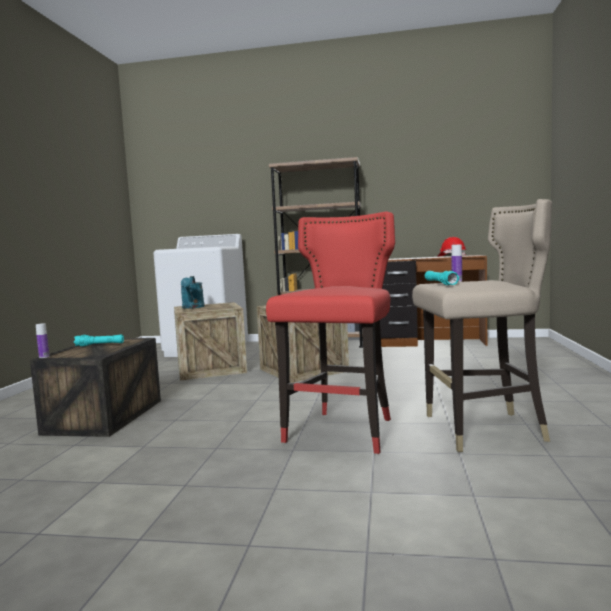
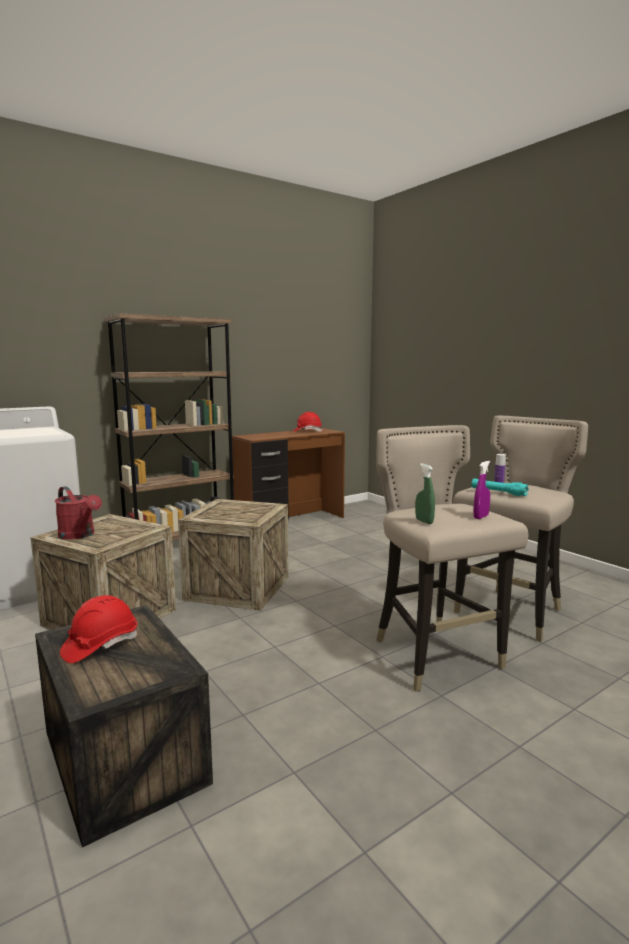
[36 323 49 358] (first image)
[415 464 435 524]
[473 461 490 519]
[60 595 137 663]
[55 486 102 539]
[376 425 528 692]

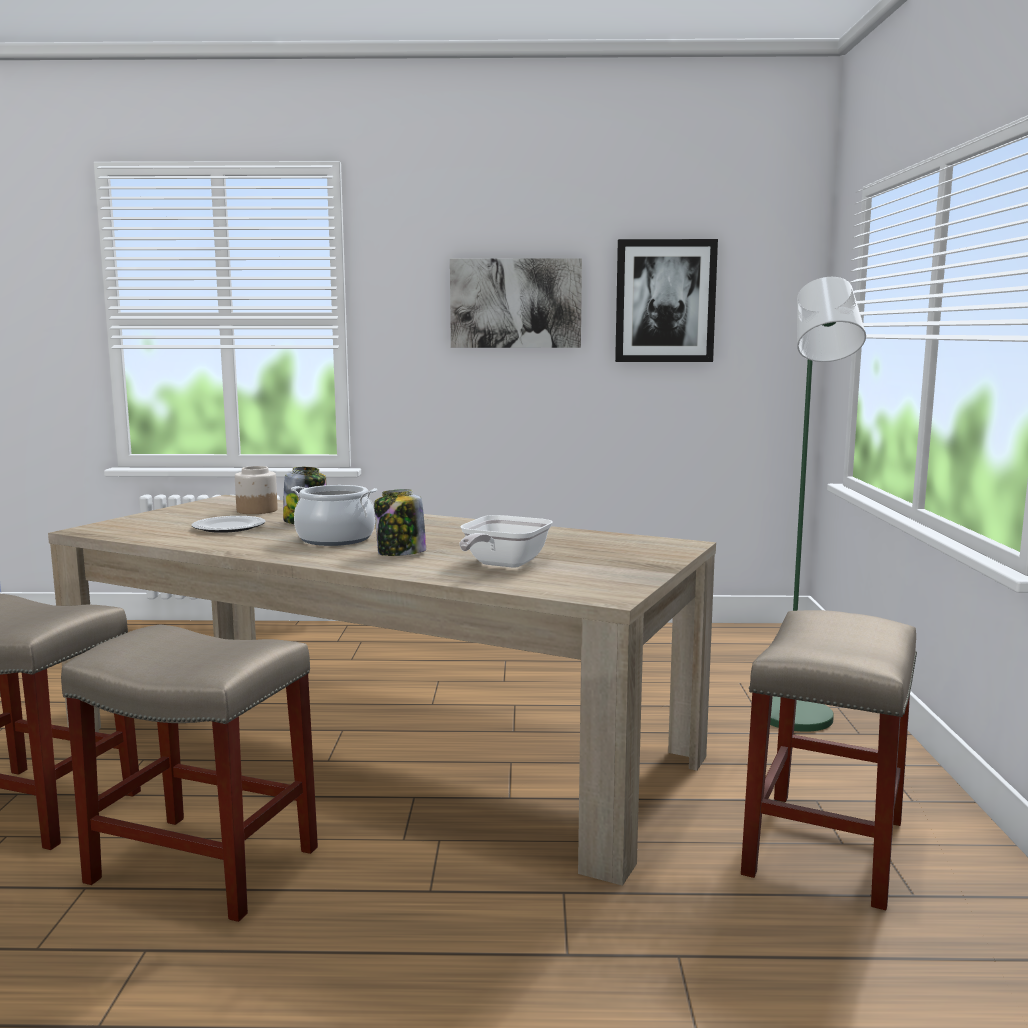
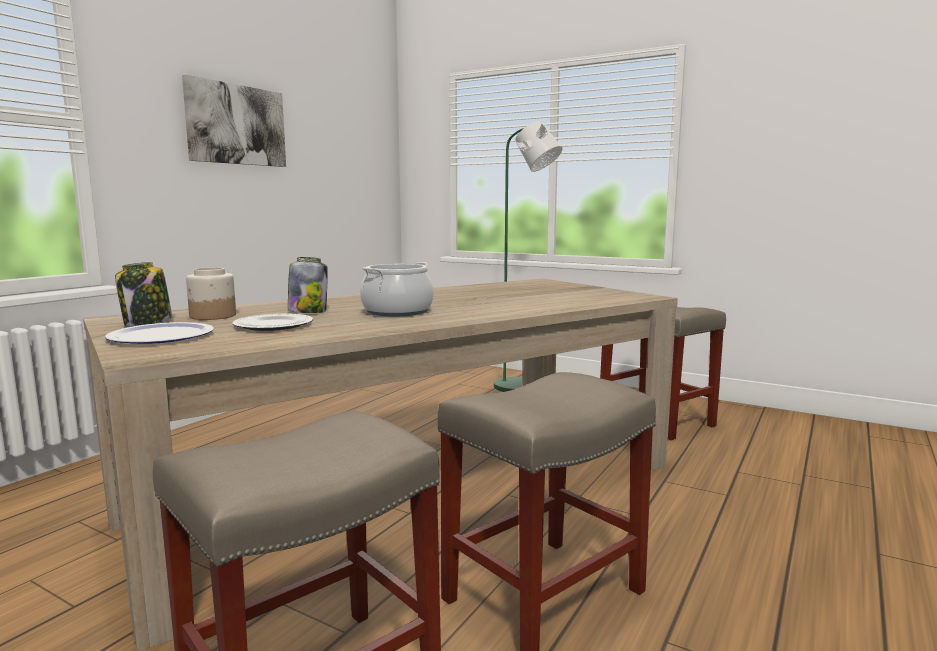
[460 515 553 568] (first image)
[615 239 718 362] (first image)
[105 322 214 344]
[115 262 172 327]

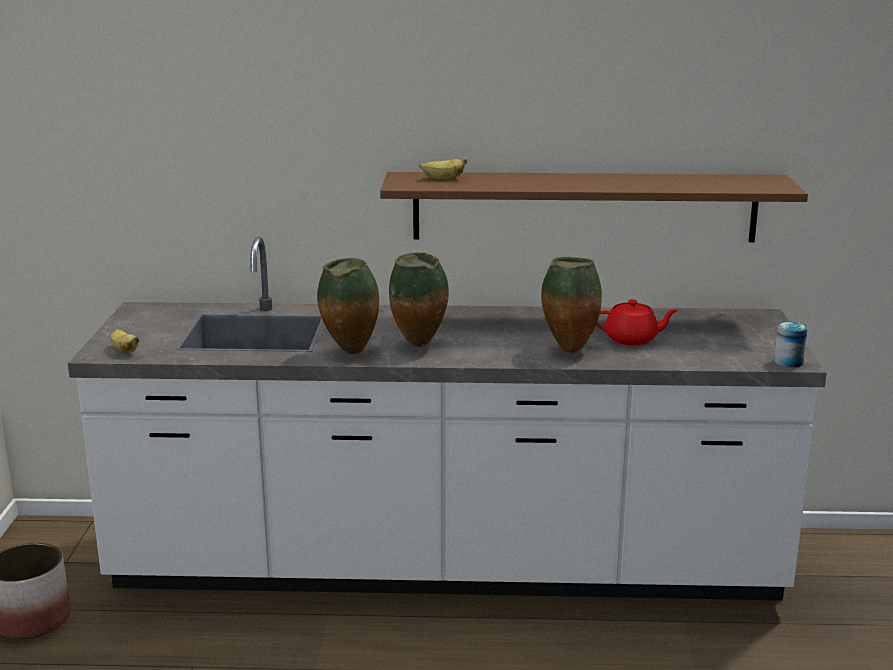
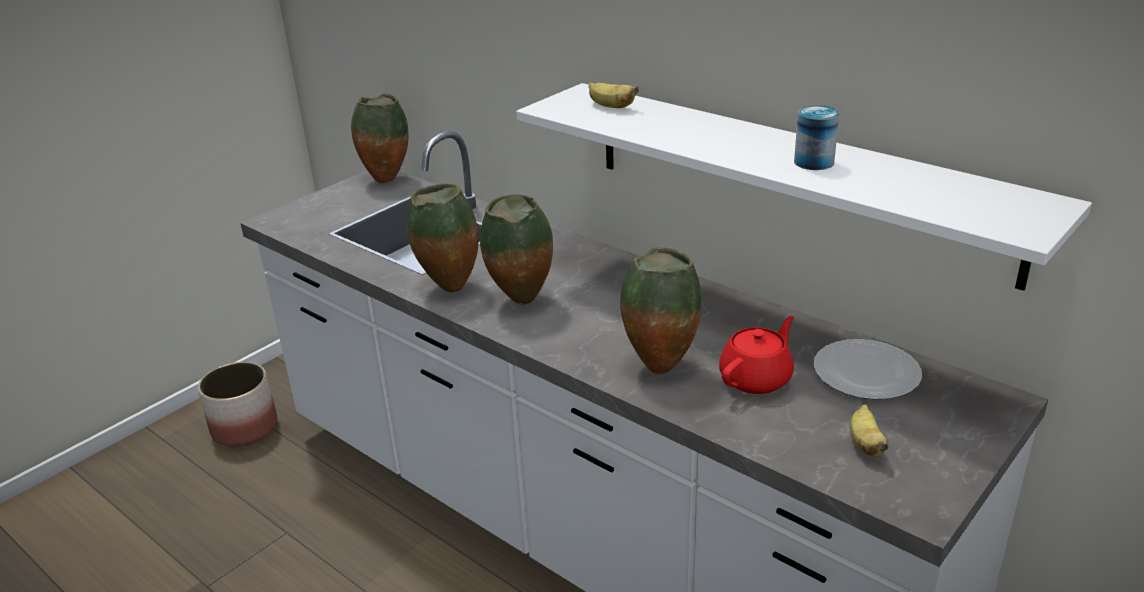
[351 93 408 183]
[814 339 922 400]
[850 404 889 457]
[794 106 839 170]
[516 83 1092 291]
[719 316 794 394]

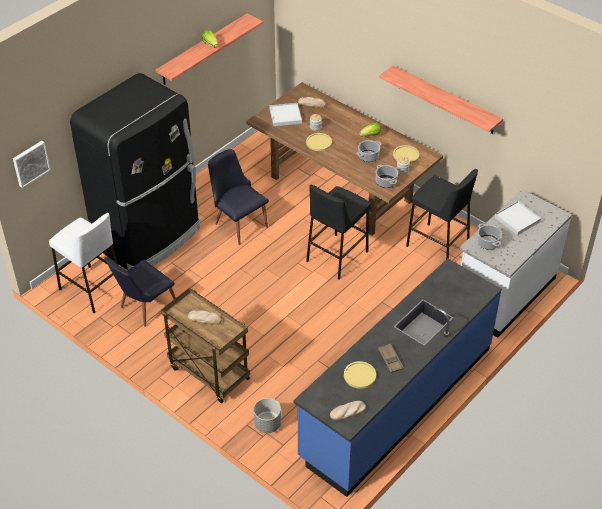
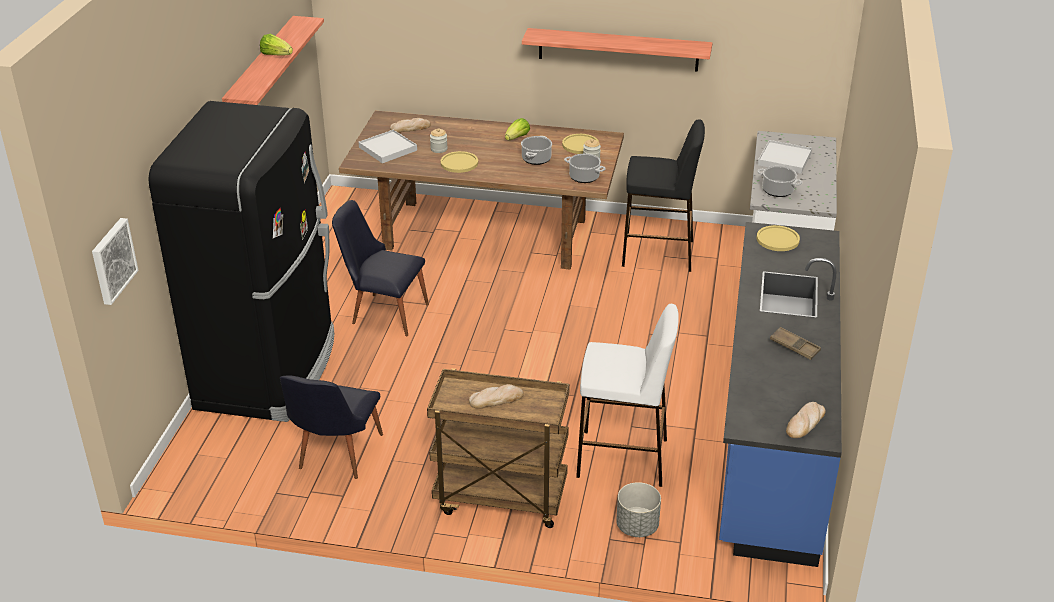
[306 185 371 280] (first image)
[576 304 679 487]
[757 225 800 251]

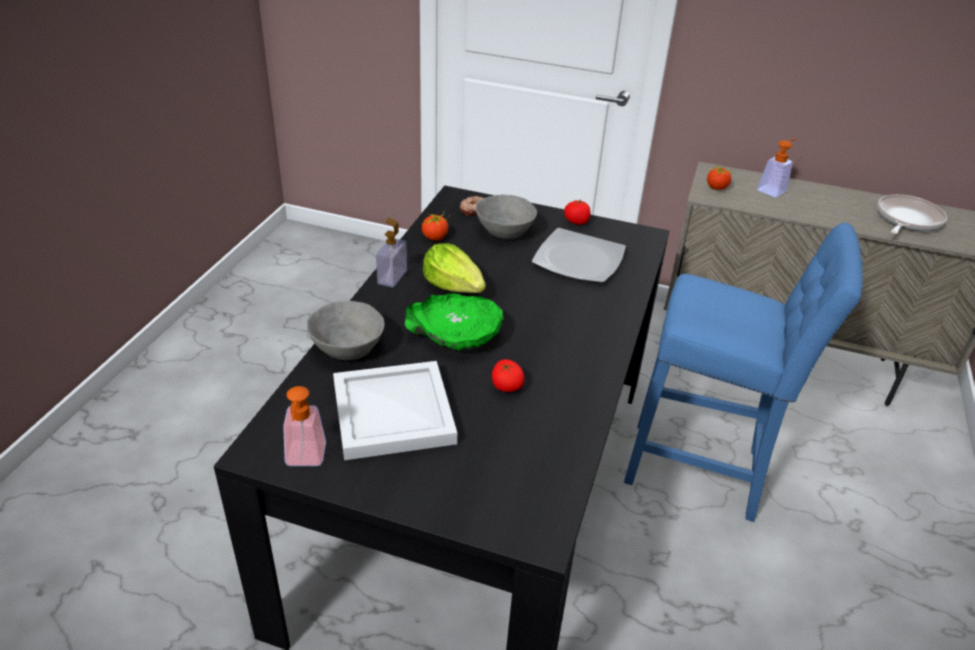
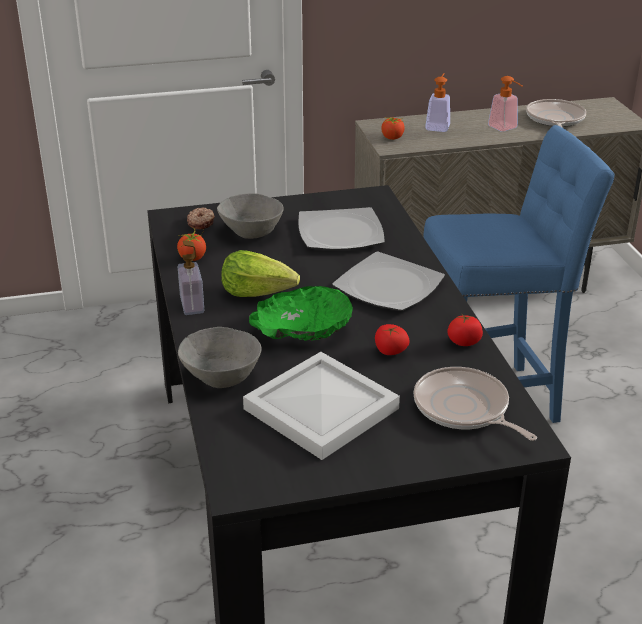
[332 252 445 311]
[414 367 537 441]
[488 76 523 132]
[447 313 483 346]

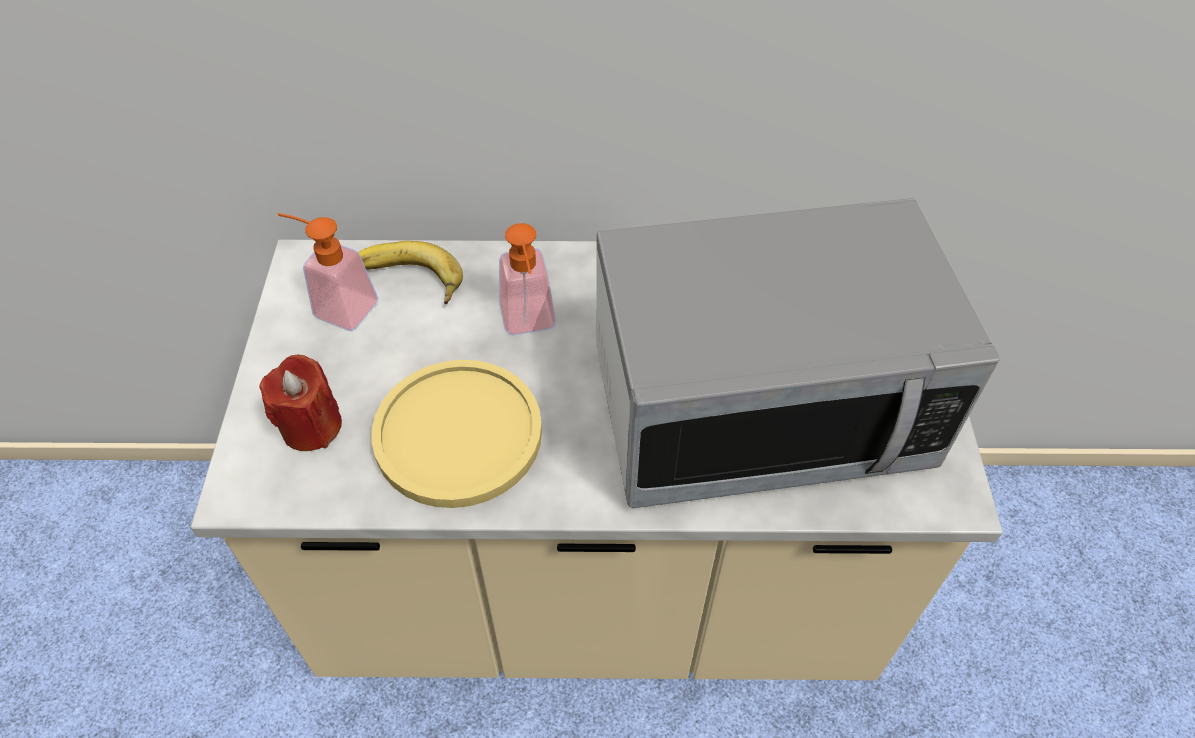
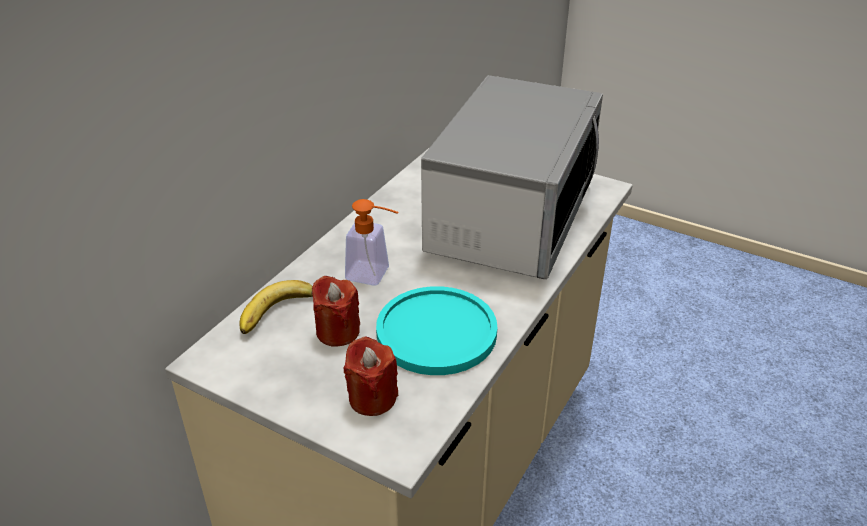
[278 213 378 331] (first image)
[312 276 360 347]
[376 286 497 375]

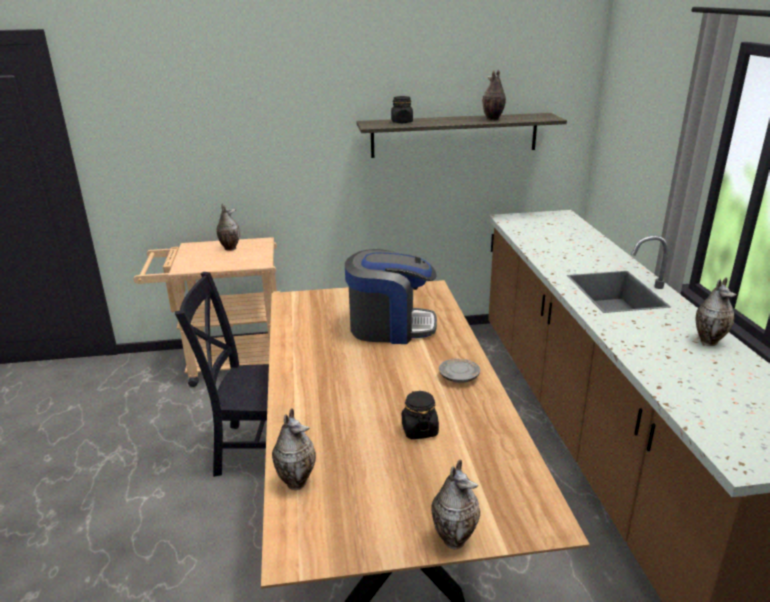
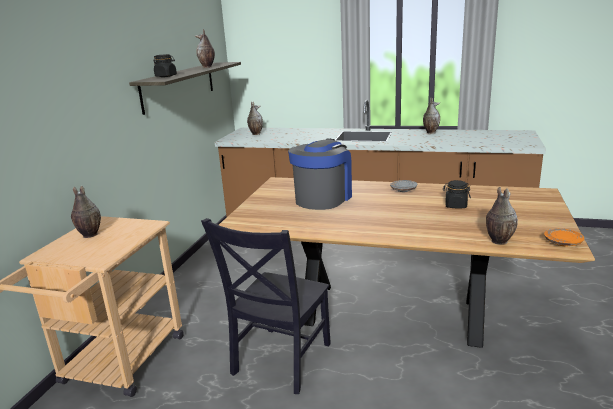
[544 228 584 247]
[247 102 263 135]

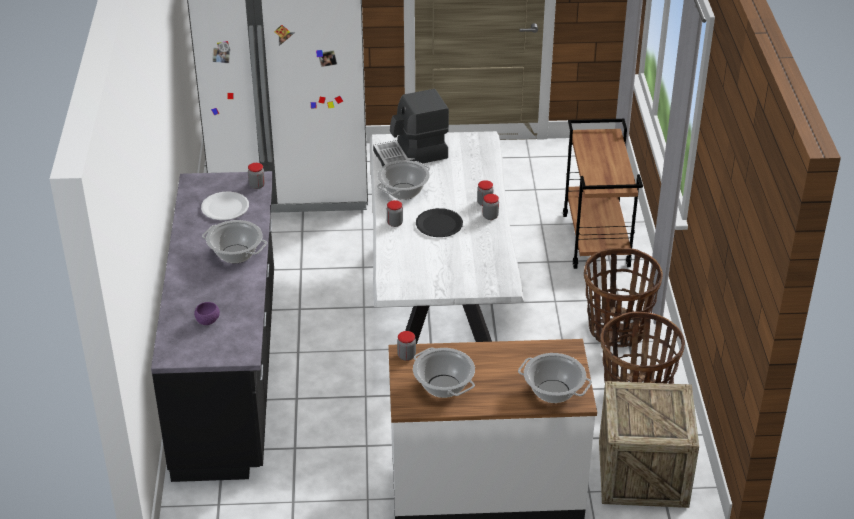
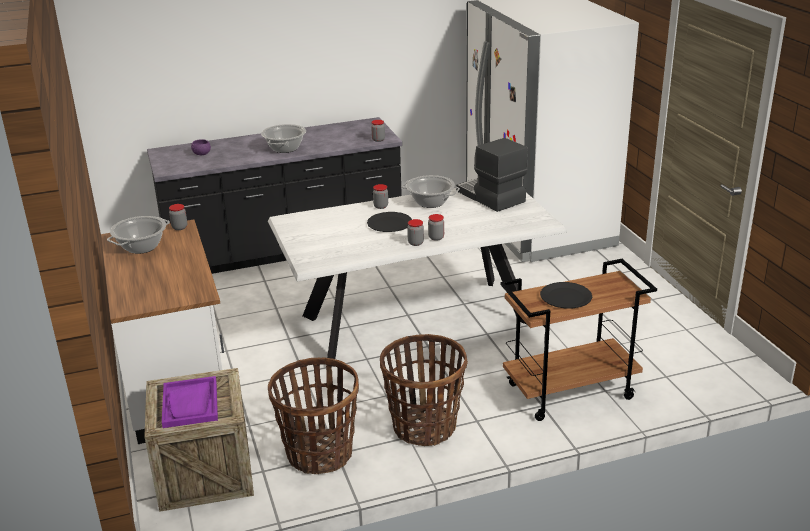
[201 191 249 220] (first image)
[518 353 592 403] (first image)
[162 376 218 428]
[540 282 592 308]

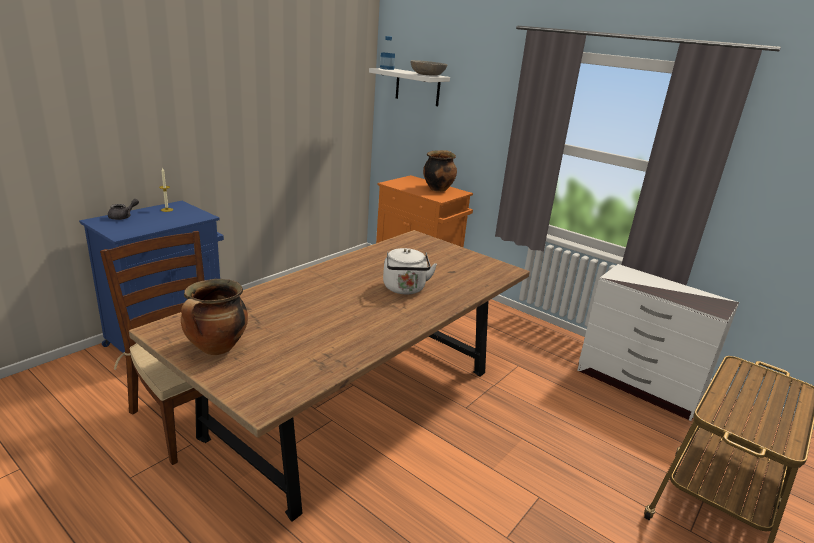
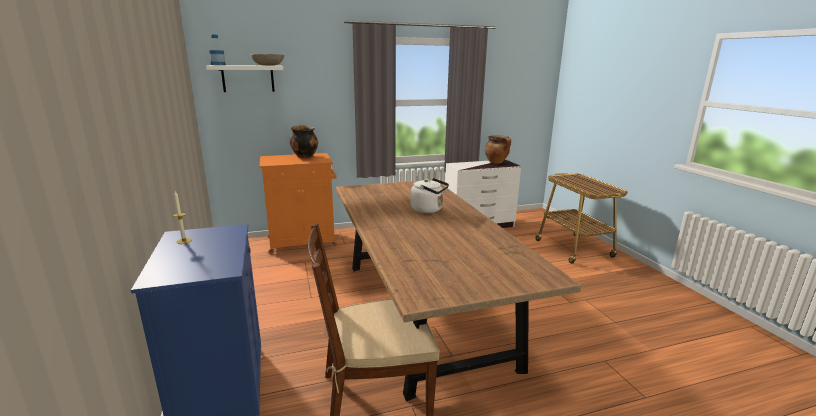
[108 199 139 220] (first image)
[485 135 511 164]

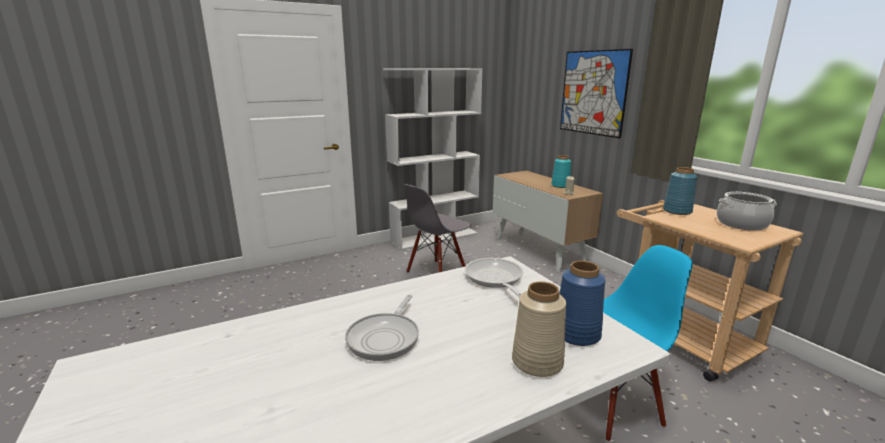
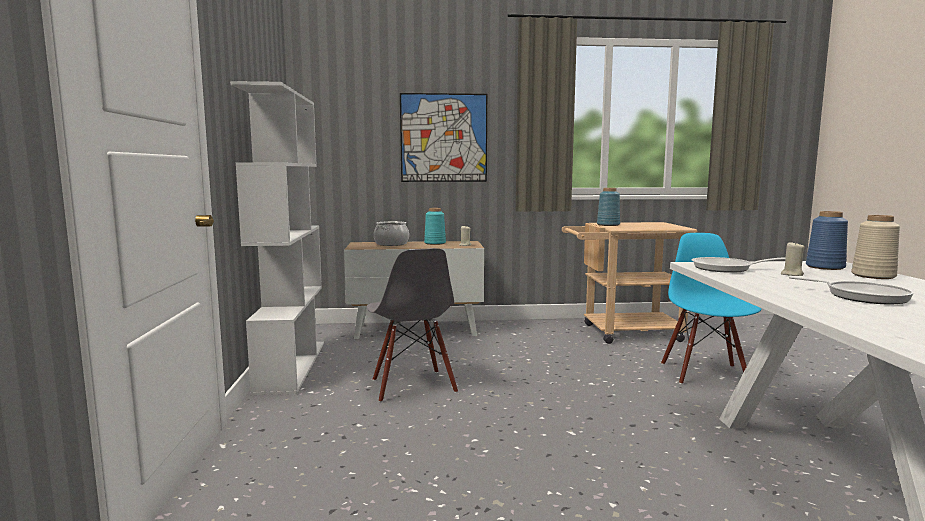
[781 241 805 276]
[374 221 409 246]

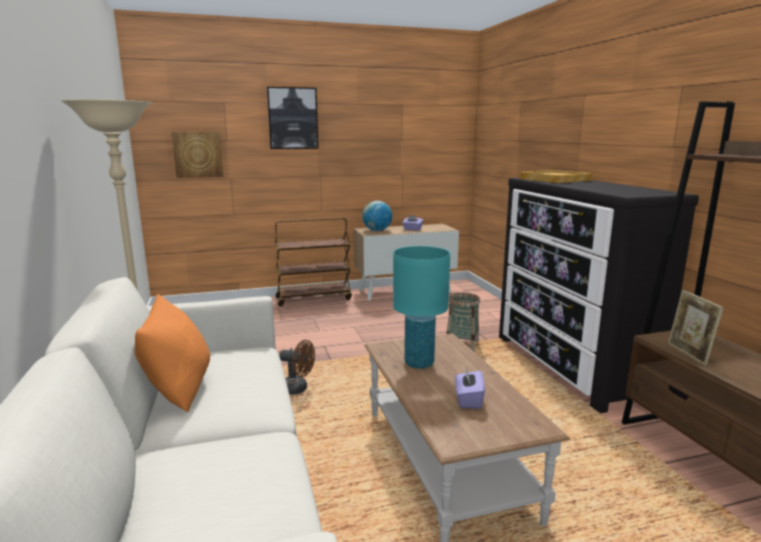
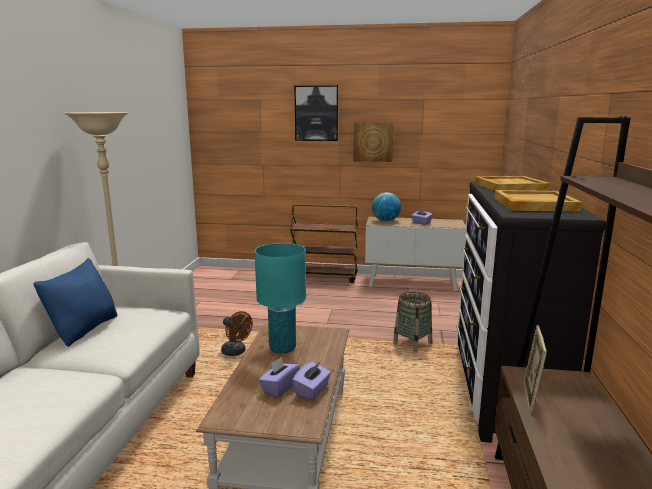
[292 362 331 400]
[494 190 582 212]
[354 122 394 162]
[34 258 117 347]

